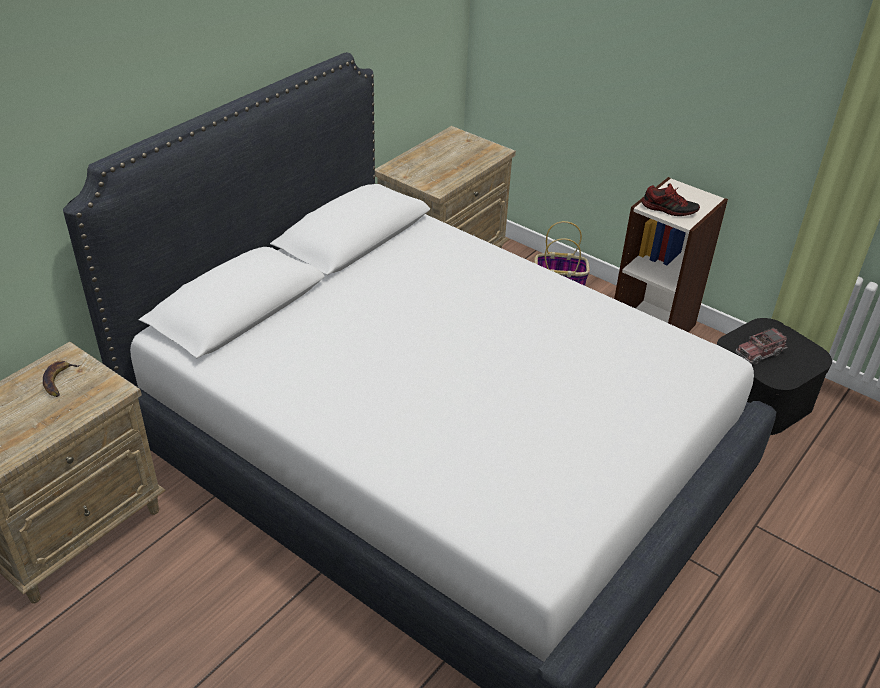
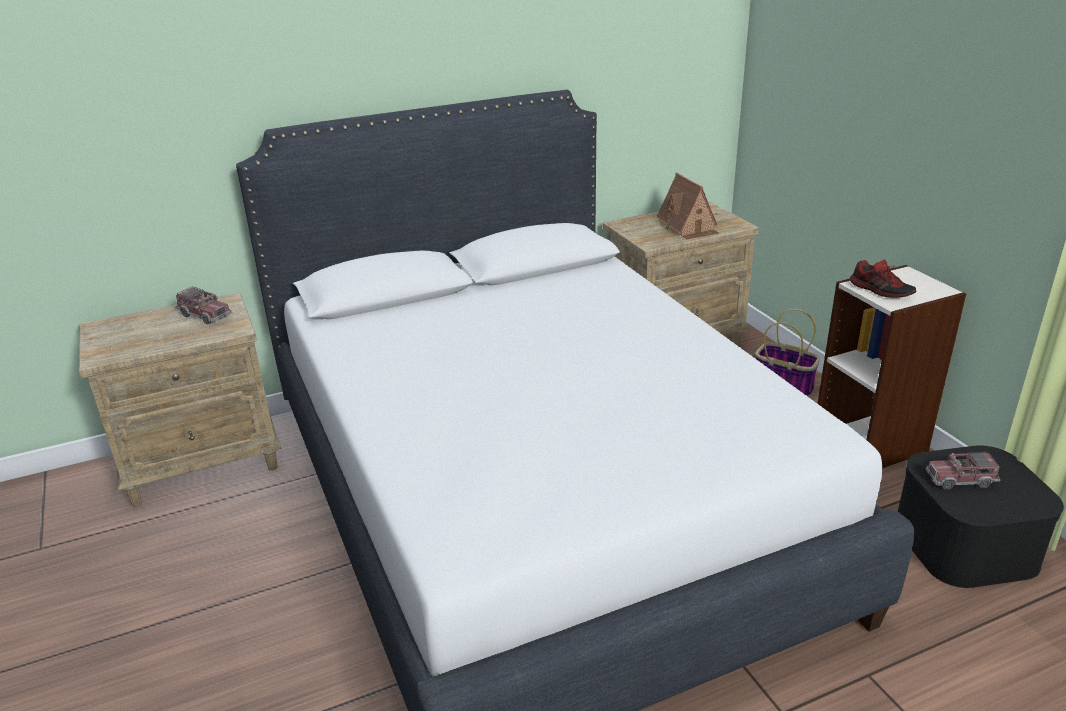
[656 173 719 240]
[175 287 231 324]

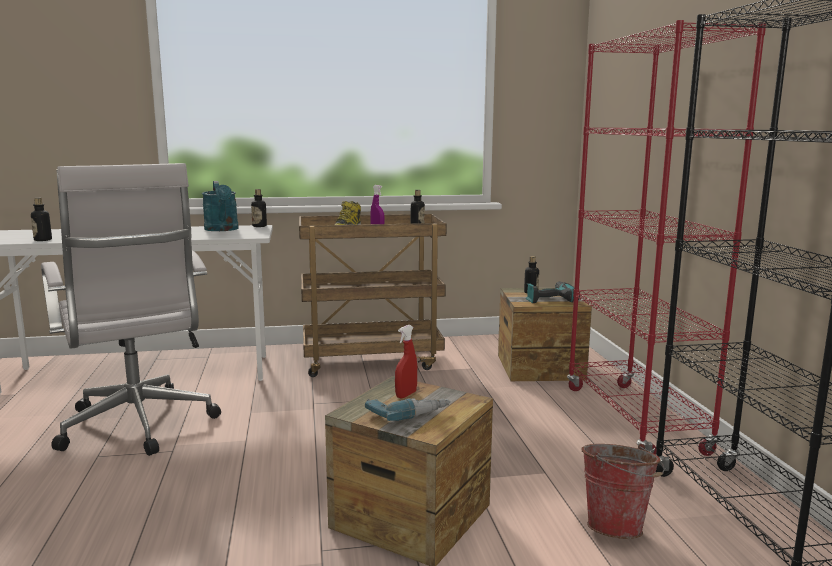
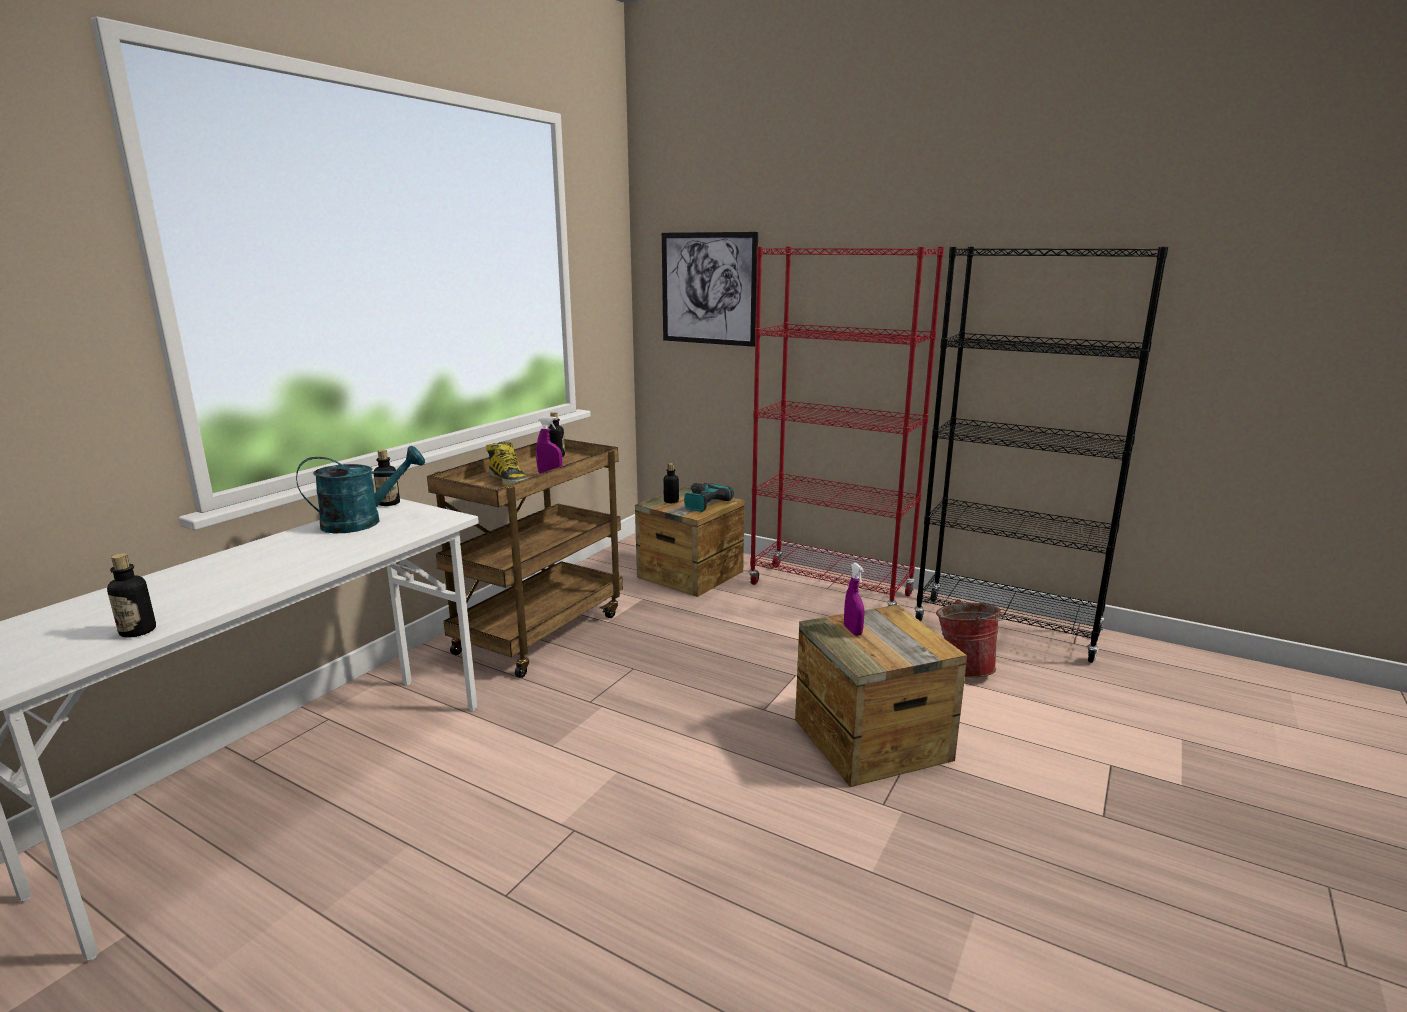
[41 163 221 456] (first image)
[365 398 451 421] (first image)
[662 232 758 347]
[844 563 864 636]
[296 446 425 533]

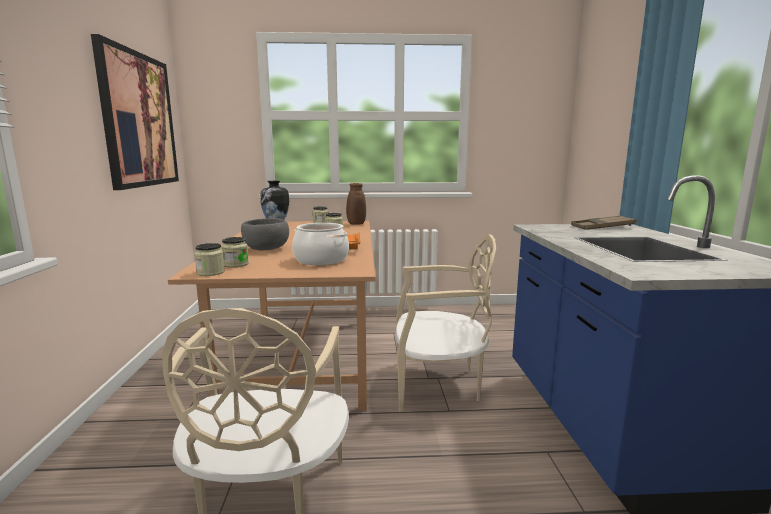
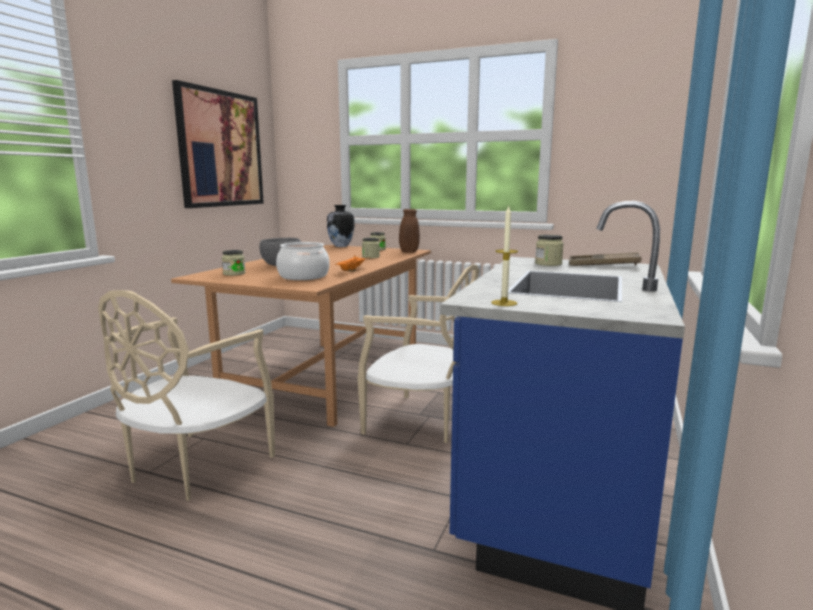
[491 206 518 306]
[535 235 564 266]

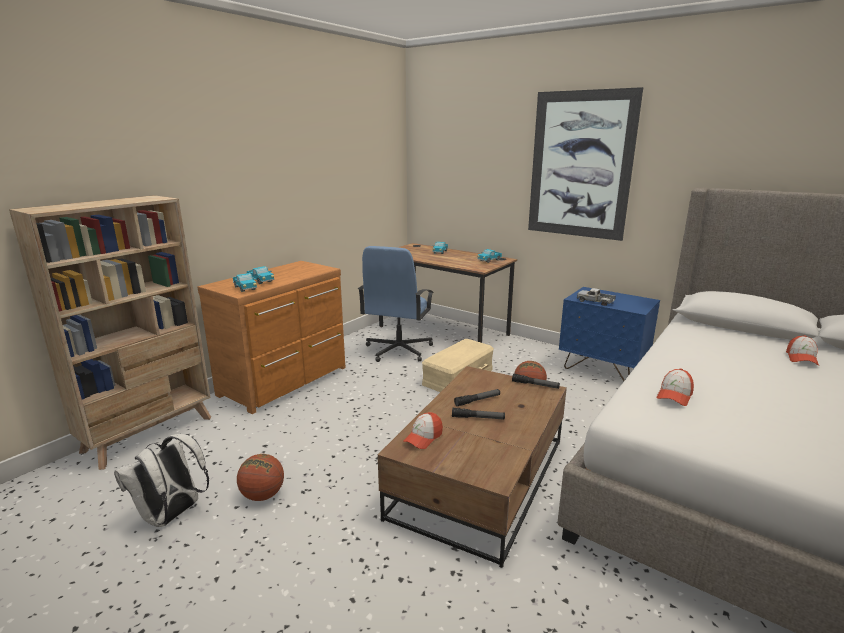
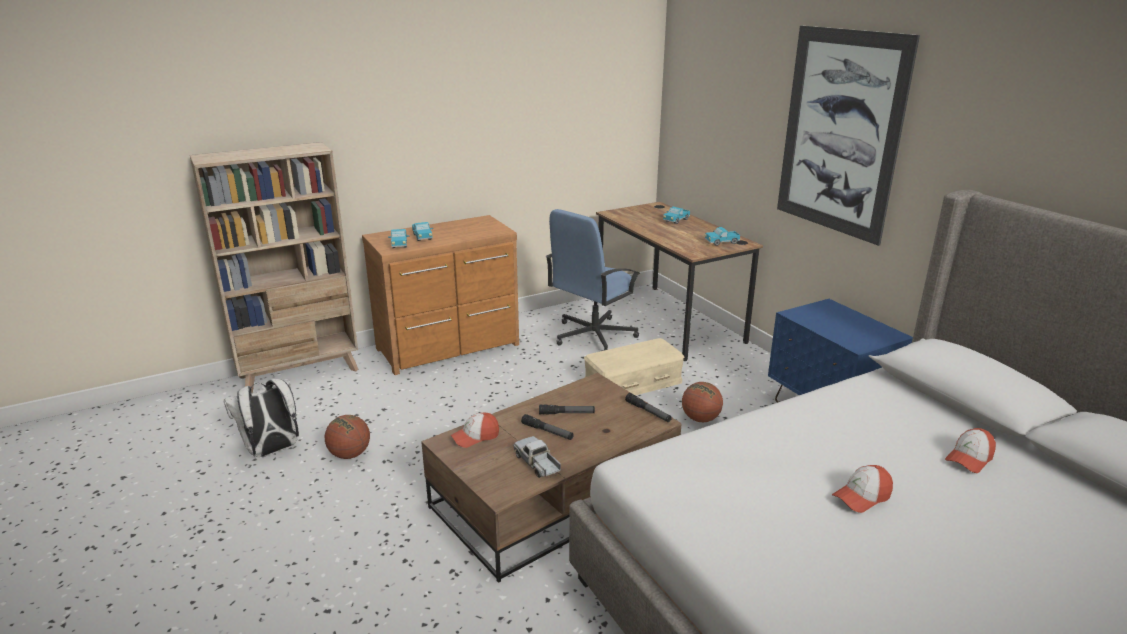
[513 436 561 478]
[832 465 893 513]

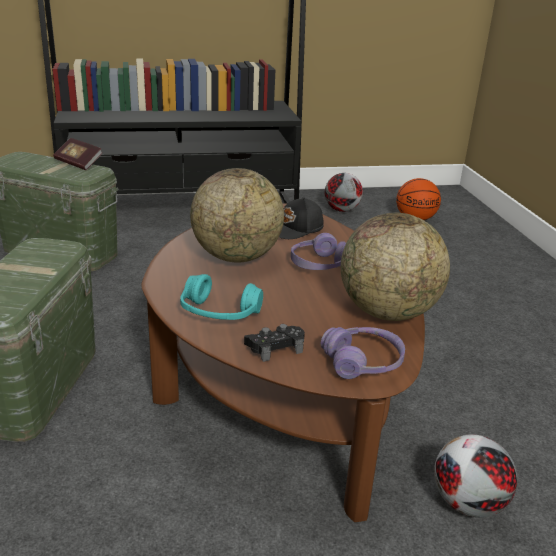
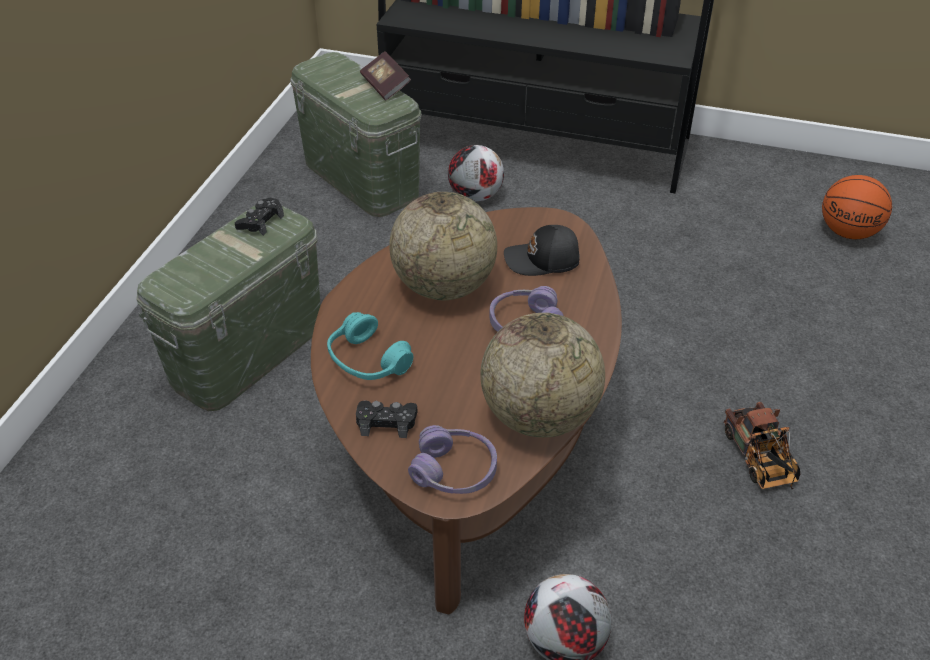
[235 198 284 235]
[724 402 800 489]
[448 145 504 202]

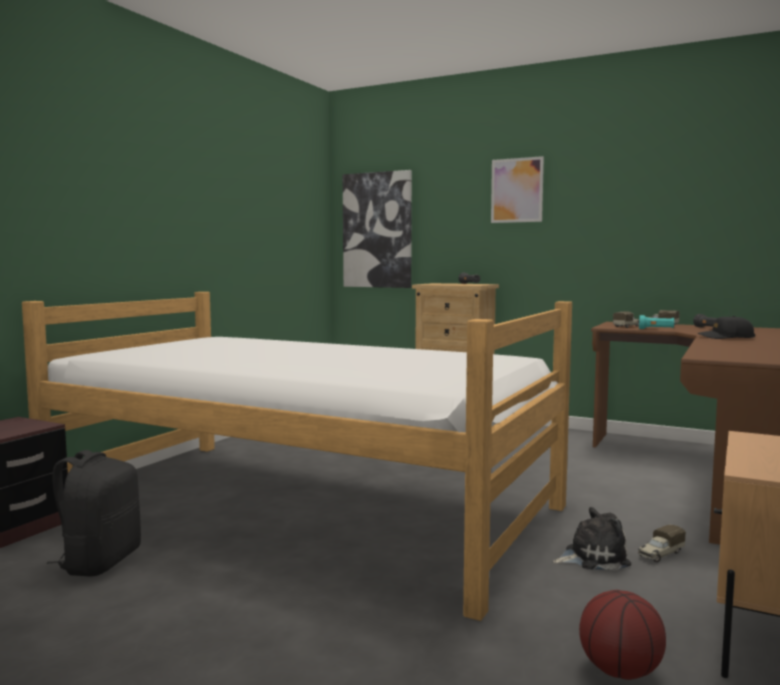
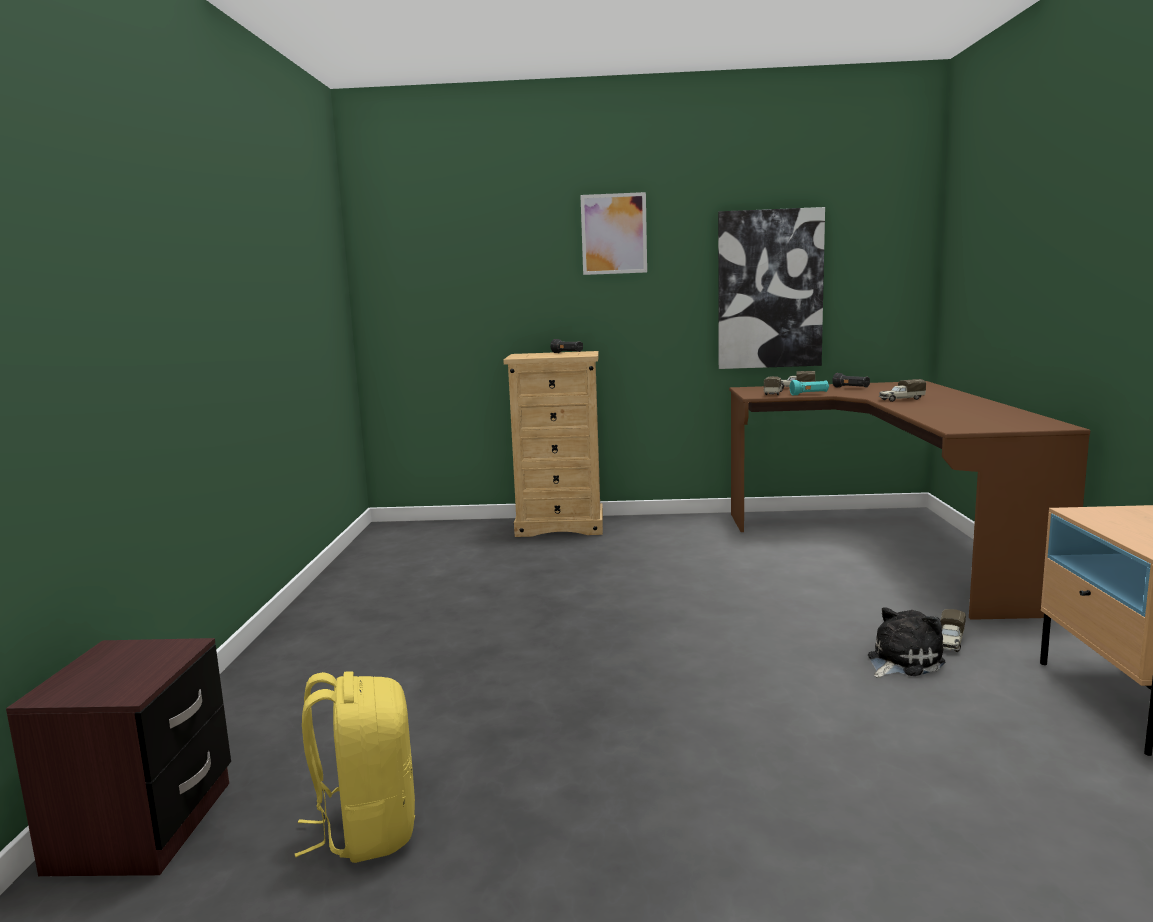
[22 292 572 621] (first image)
[579 590 666 680] (first image)
[718 207 825 369]
[879 379 926 402]
[295 671 415 863]

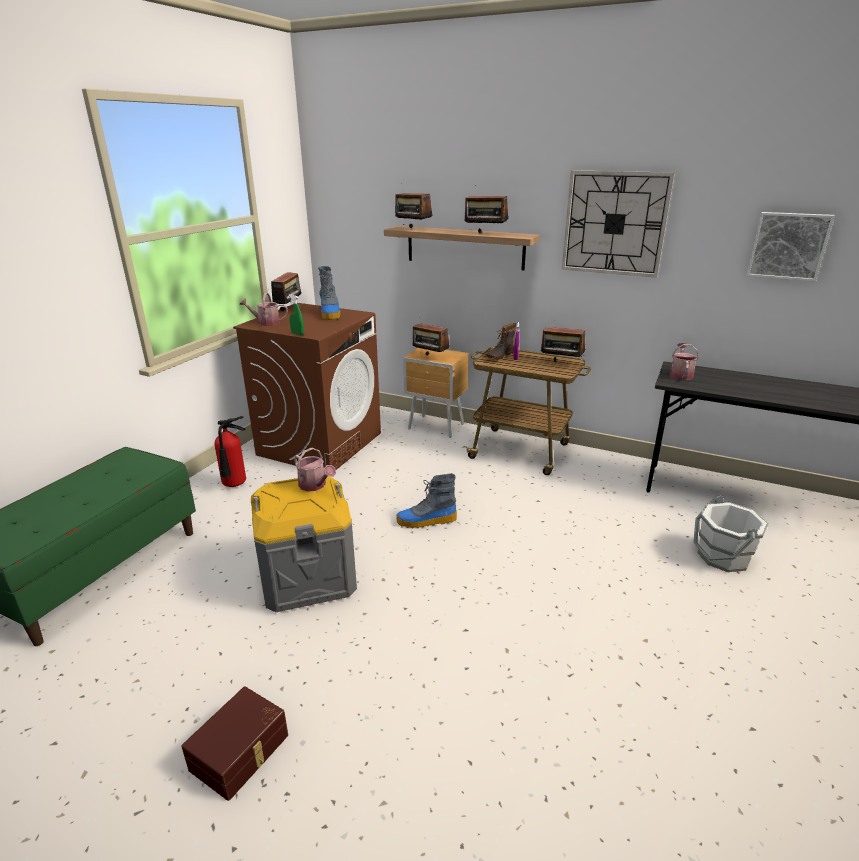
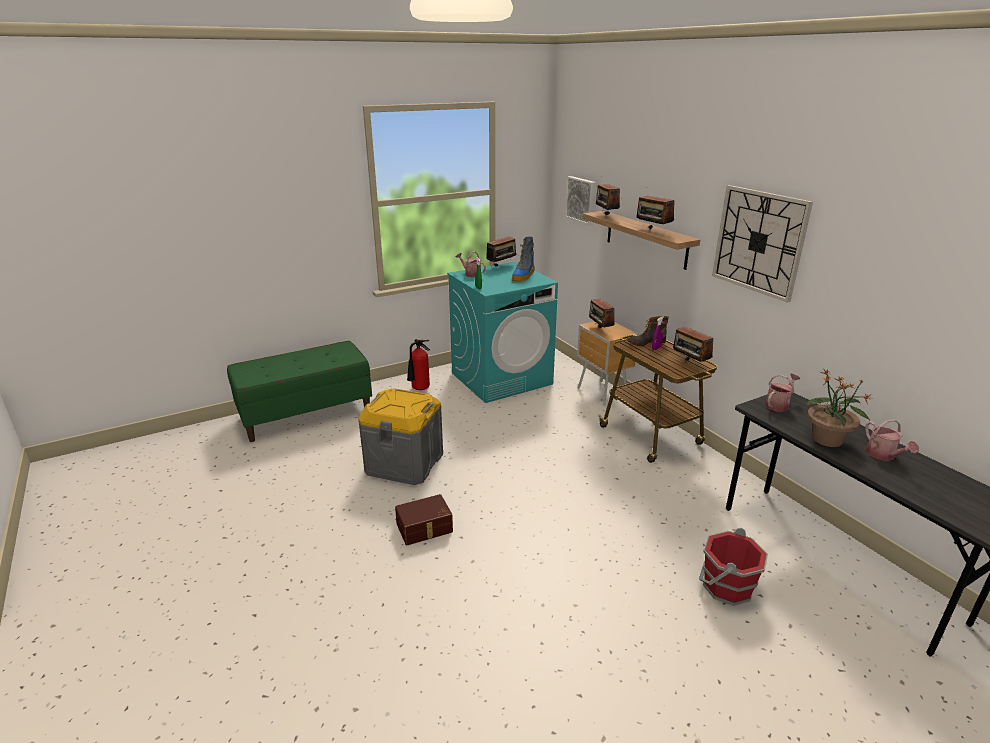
[396 473 457 528] (first image)
[806 369 874 447]
[395 494 453 545]
[865 419 919 461]
[565 176 596 225]
[447 262 558 403]
[699 528 768 606]

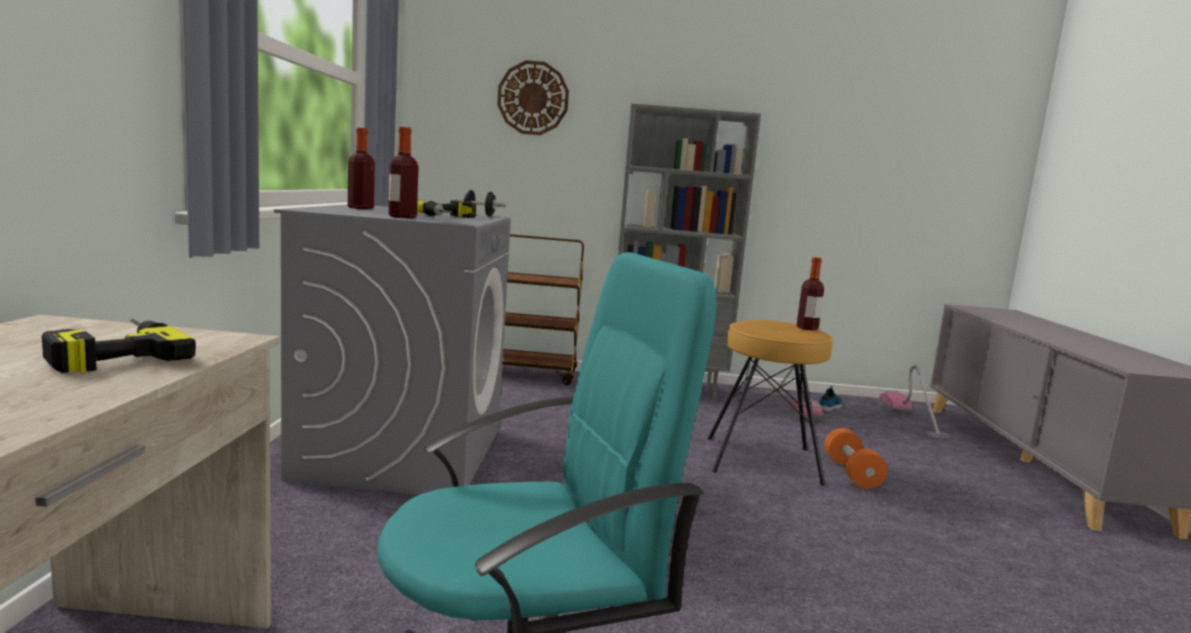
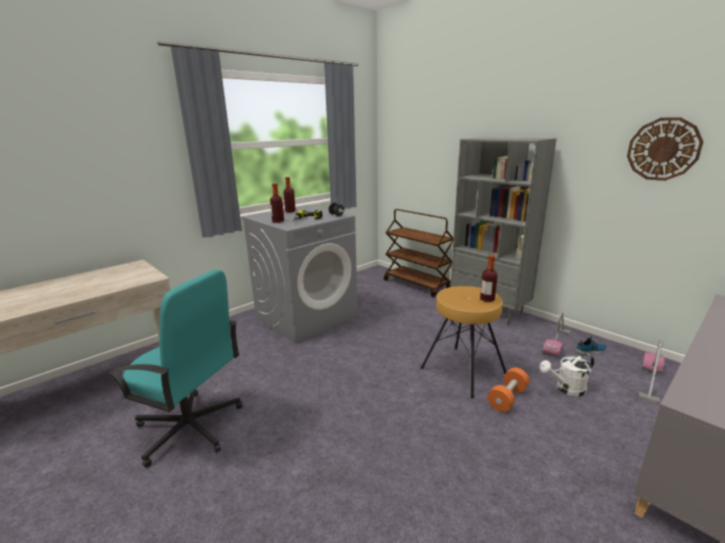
[42 318 196 373] (first image)
[540 353 594 397]
[627 117 703 181]

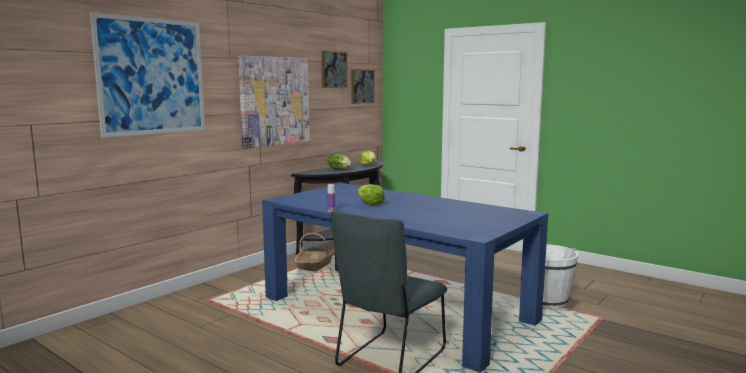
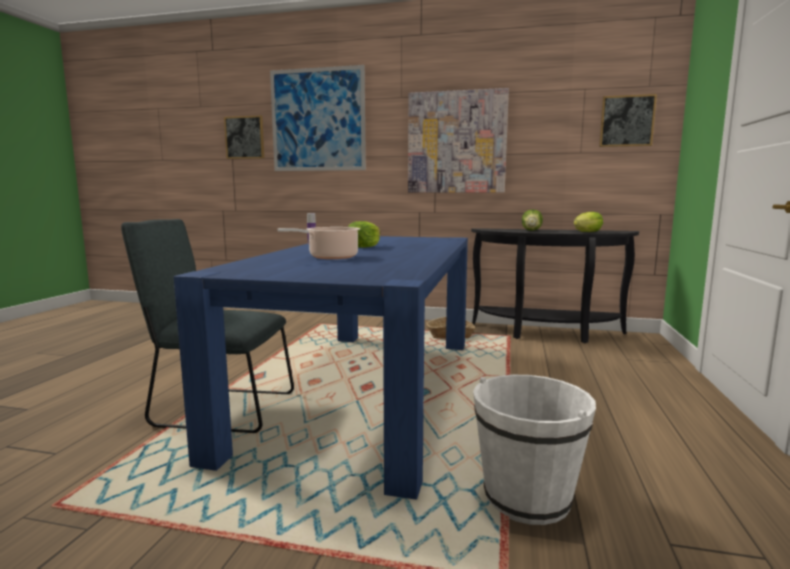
[277 227 360 259]
[224 115 264 159]

